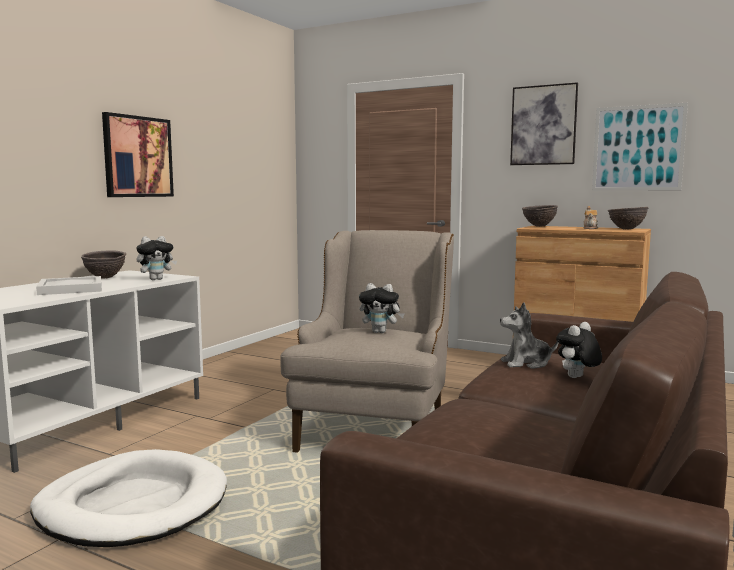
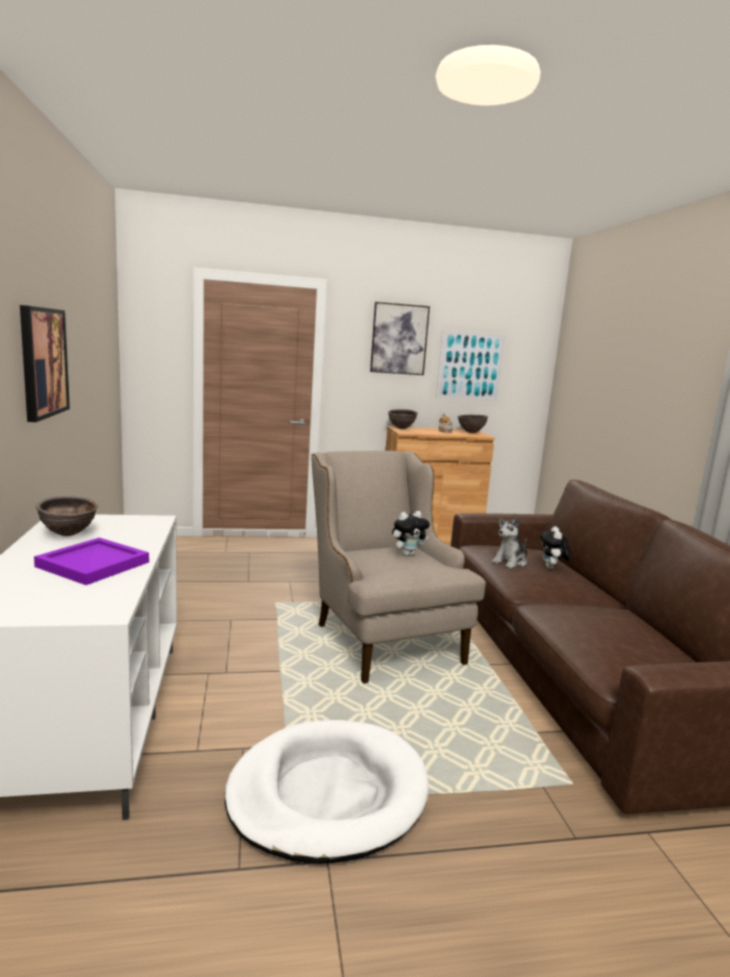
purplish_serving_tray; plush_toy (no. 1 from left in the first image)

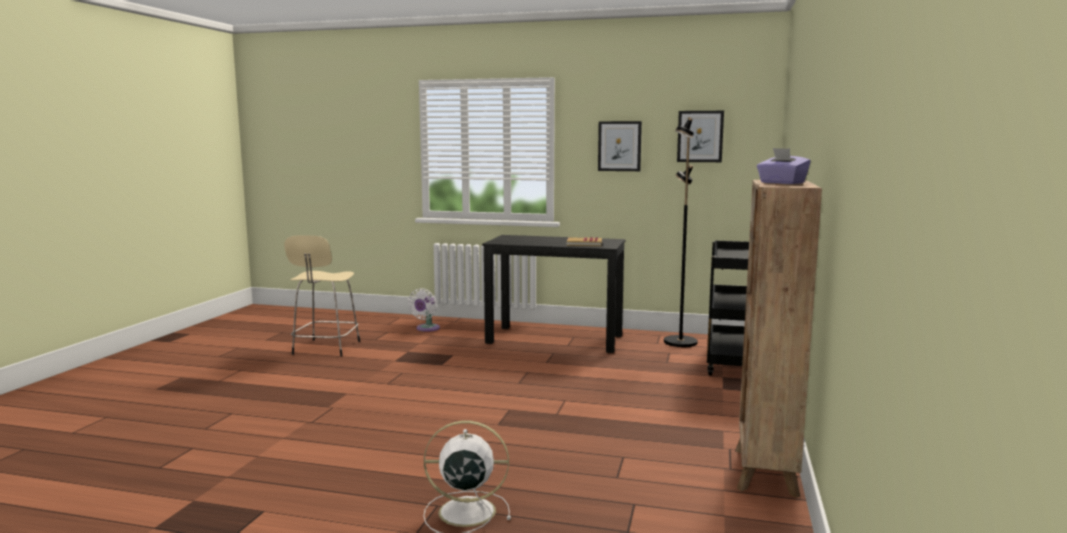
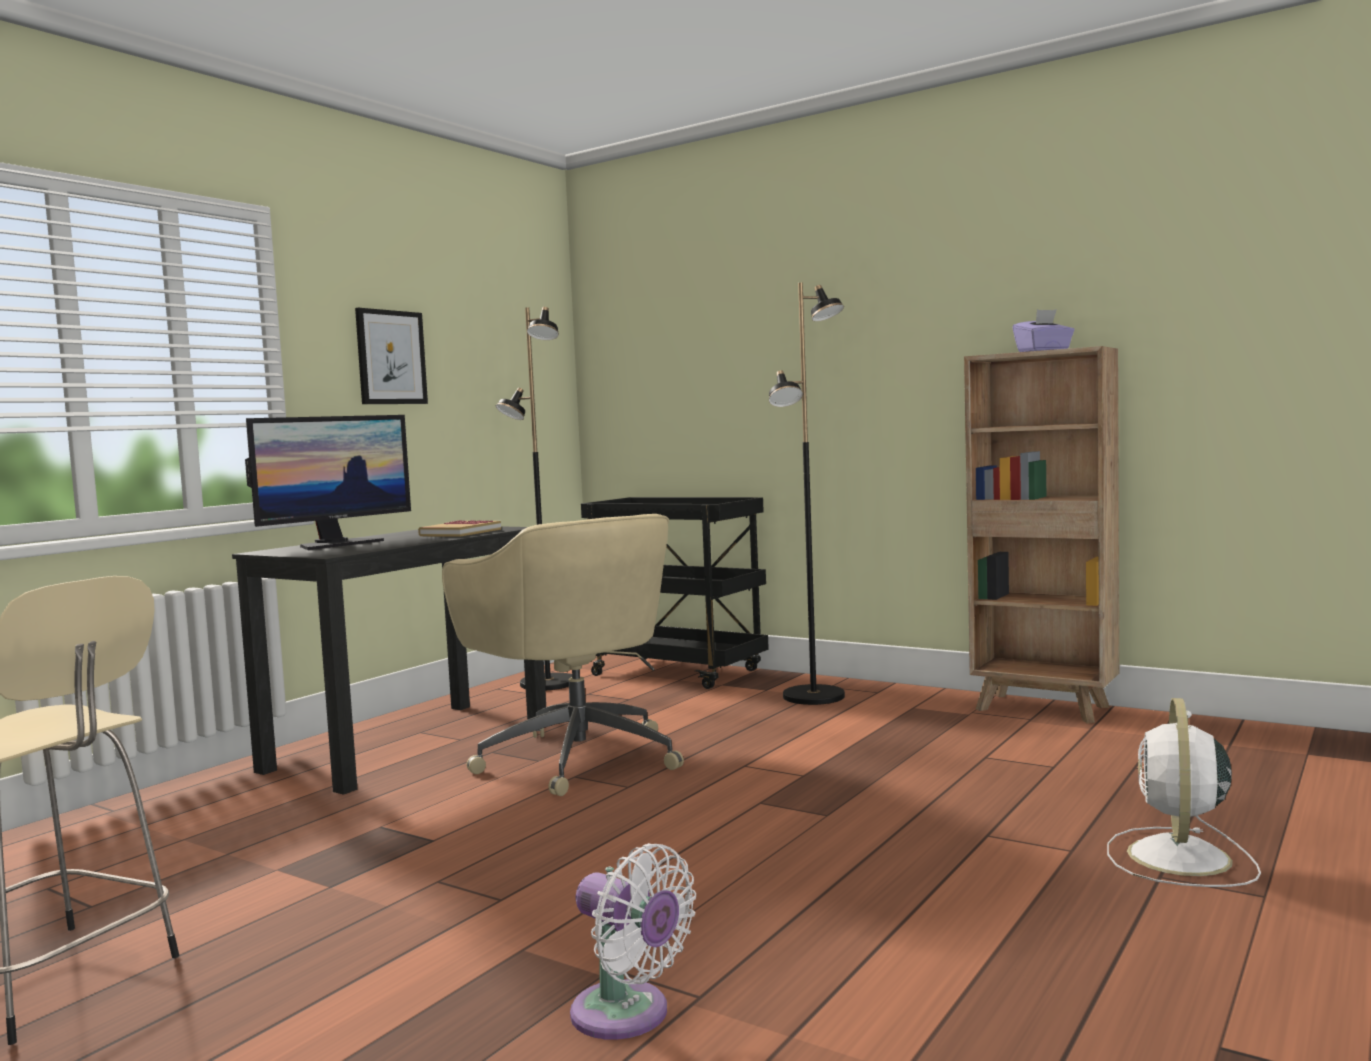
white-coloured_electric_fan (no. 1 from left); picture (no. 2 from left in the first image); computer_display; beige_computer_chair; blackish_floor_lamp (no. 2 from left)

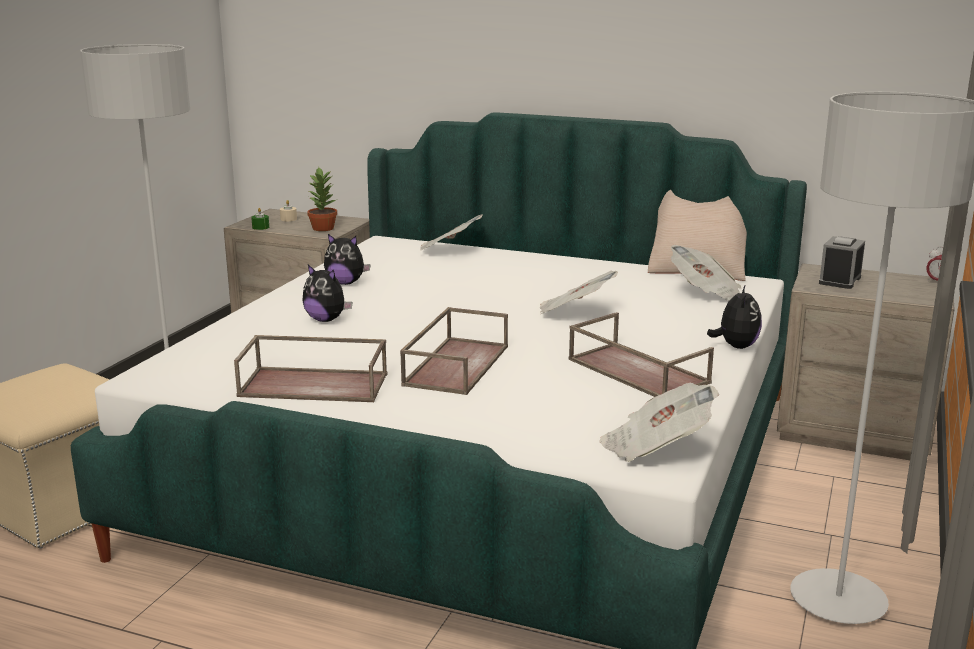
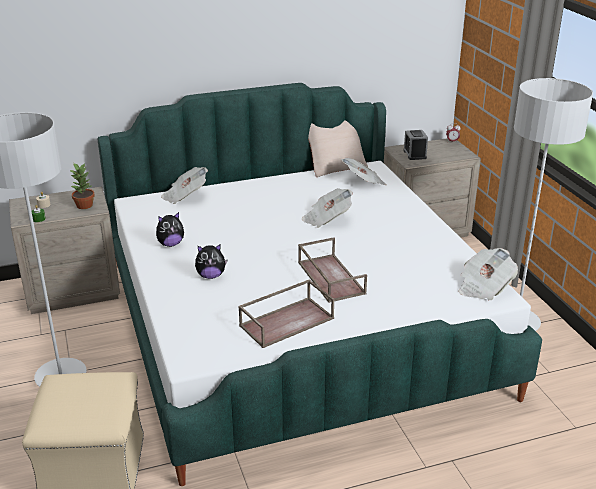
brownish_serving_tray (no. 3 from left in the first image); plush_toy (no. 3 from left in the first image)

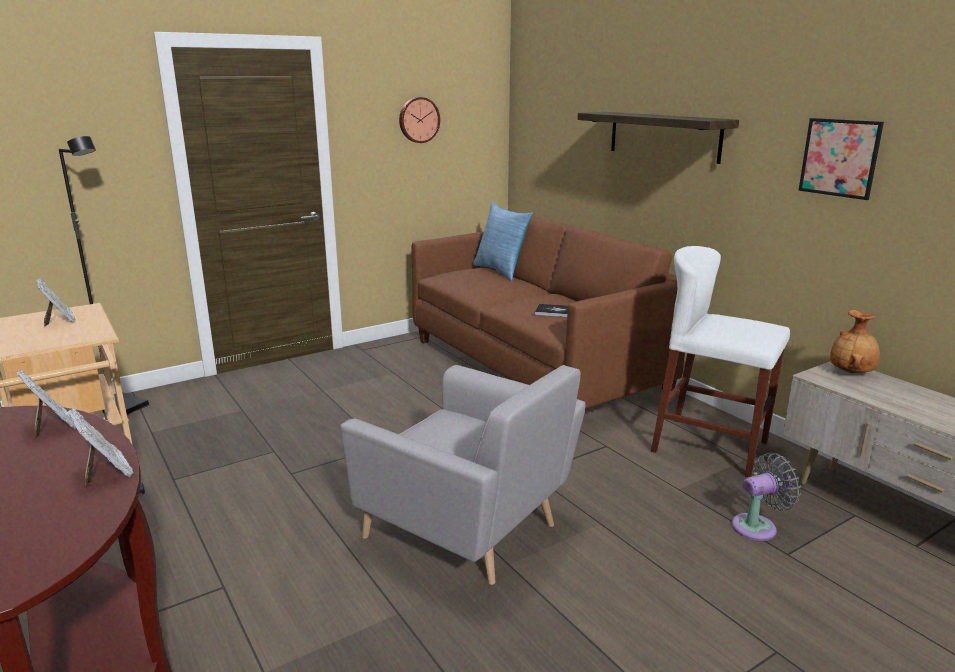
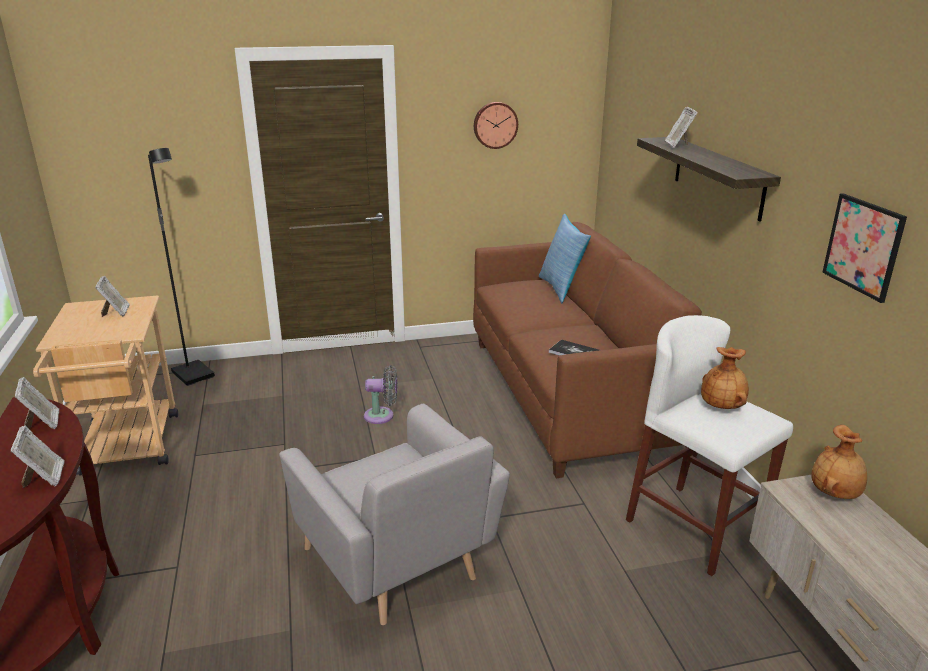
grey_electric_fan; picture_frame (no. 4 from left); brownish_vase (no. 1 from left)

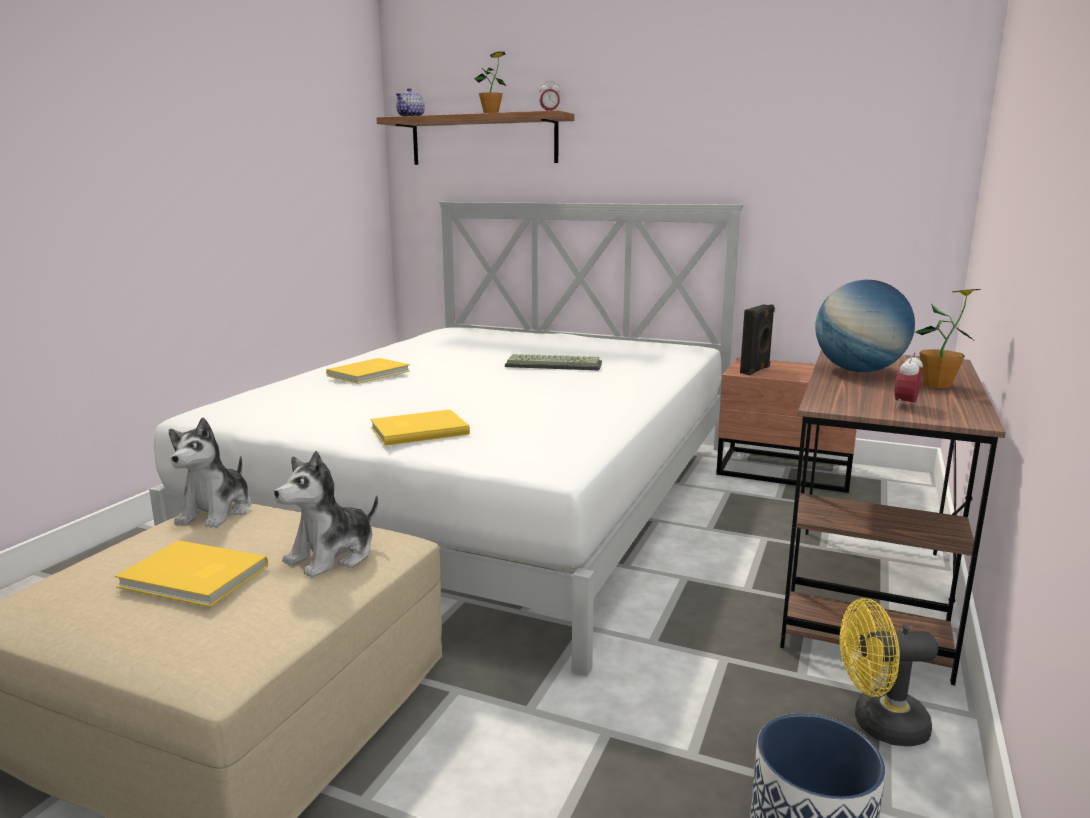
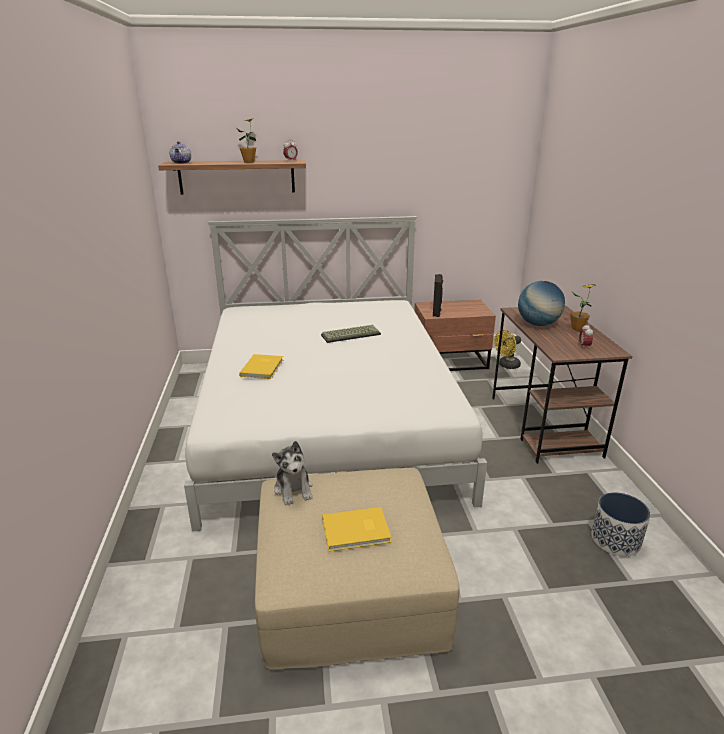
plush_toy (no. 2 from left in the first image); yellowish_volume (no. 3 from left in the first image); yellowish_electric_fan

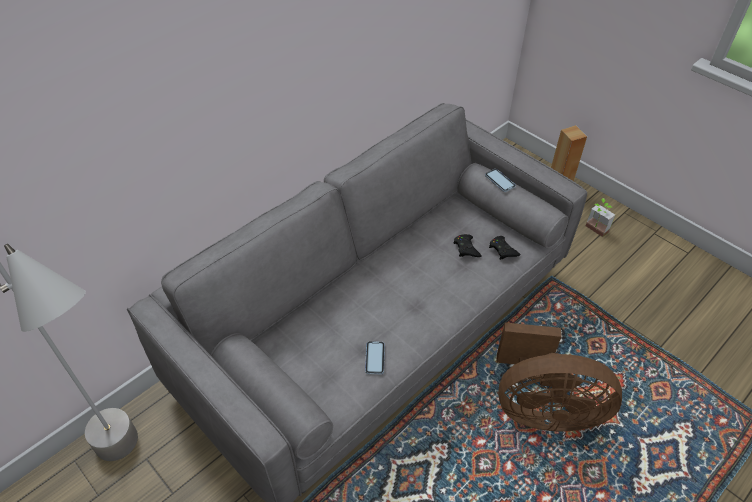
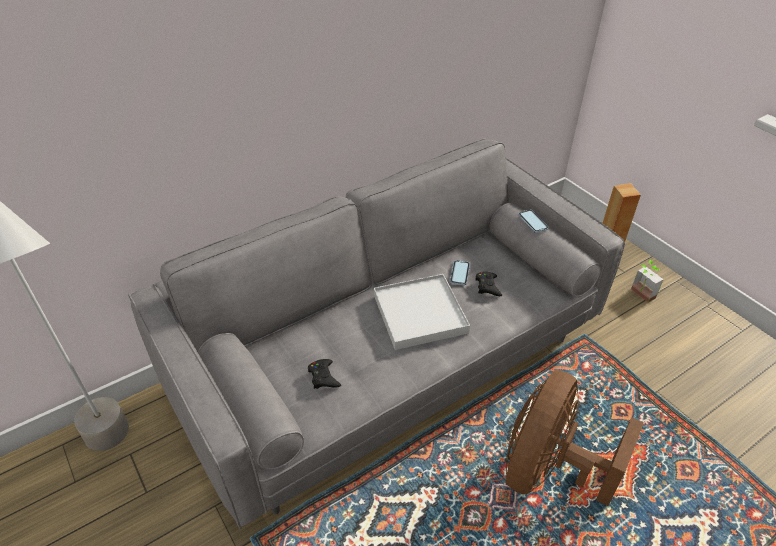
handset (no. 1 from left); blackish_game_controller (no. 1 from left); brownish_electric_fan; white-coloured_serving_tray

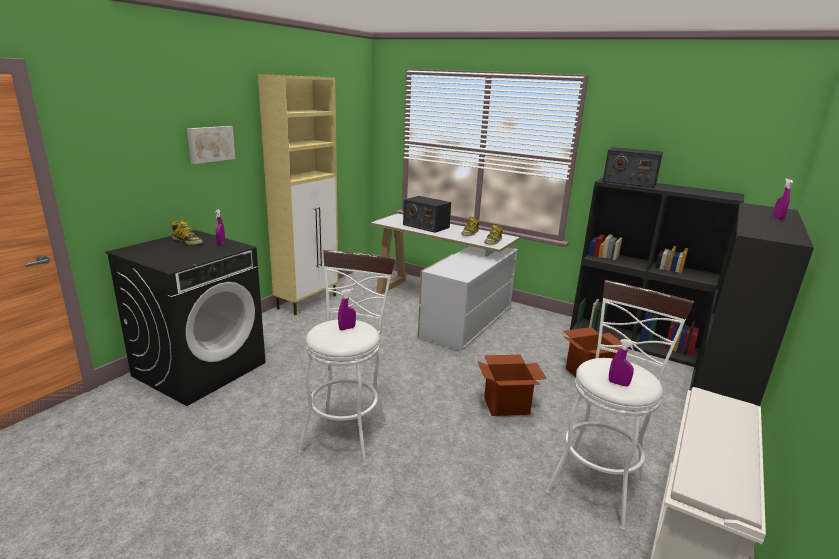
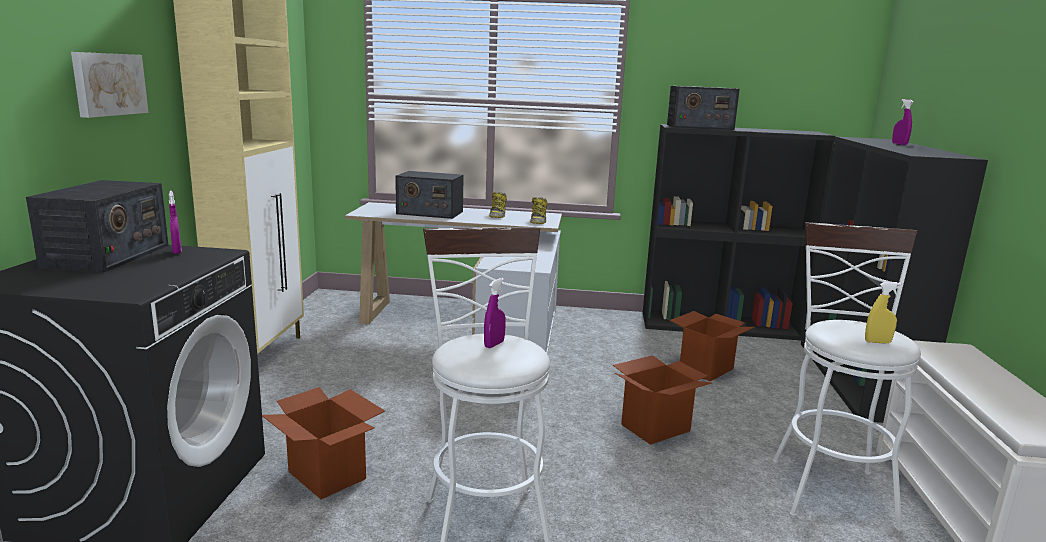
radio_set (no. 1 from left); yellowish_spray_bottle; carton (no. 1 from left)

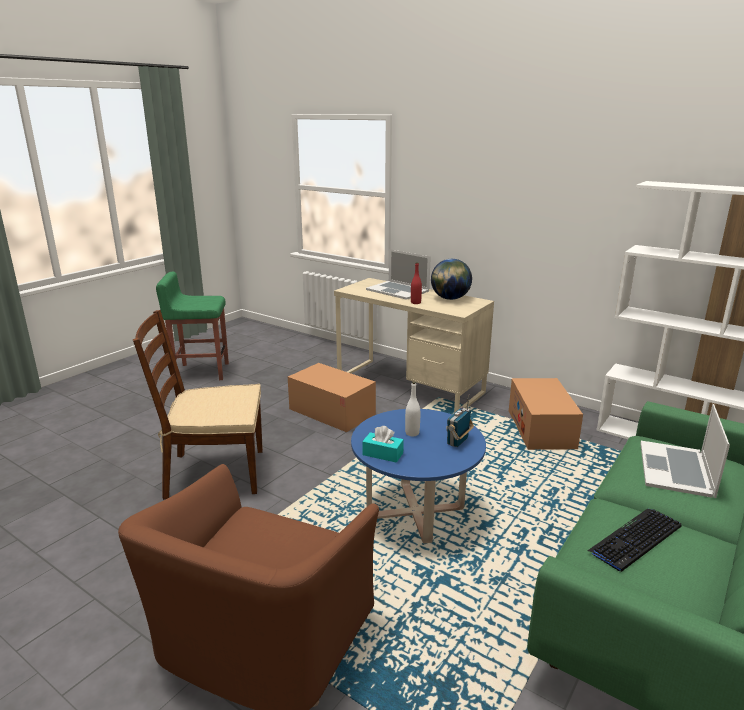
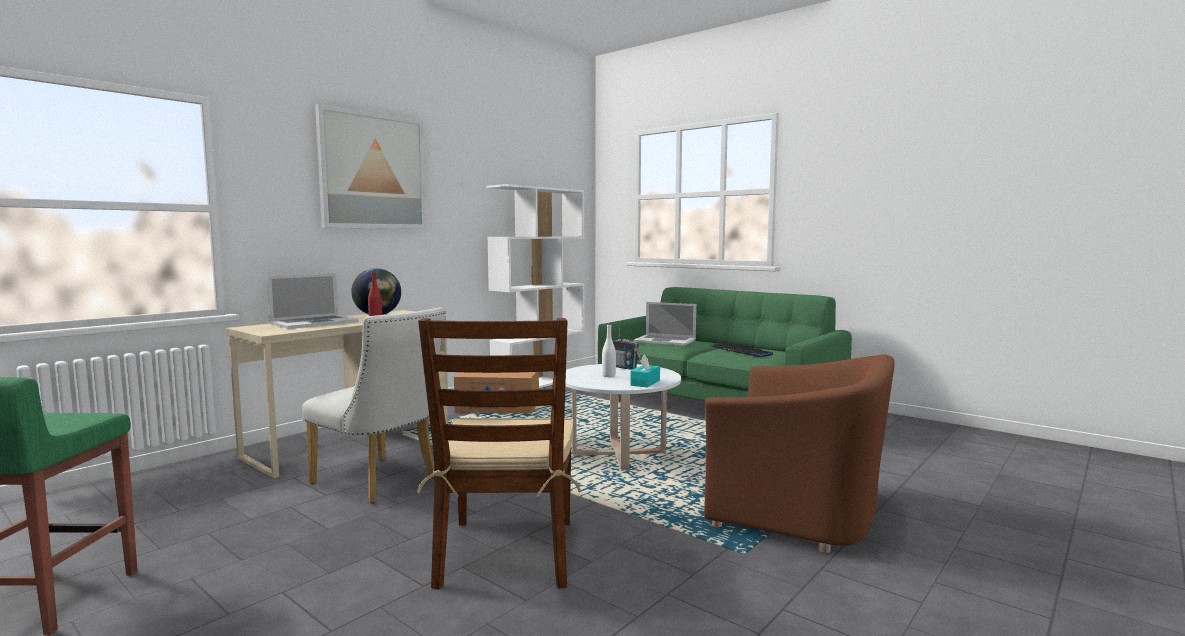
white-coloured_plain_chair; white-coloured_low_table; picture

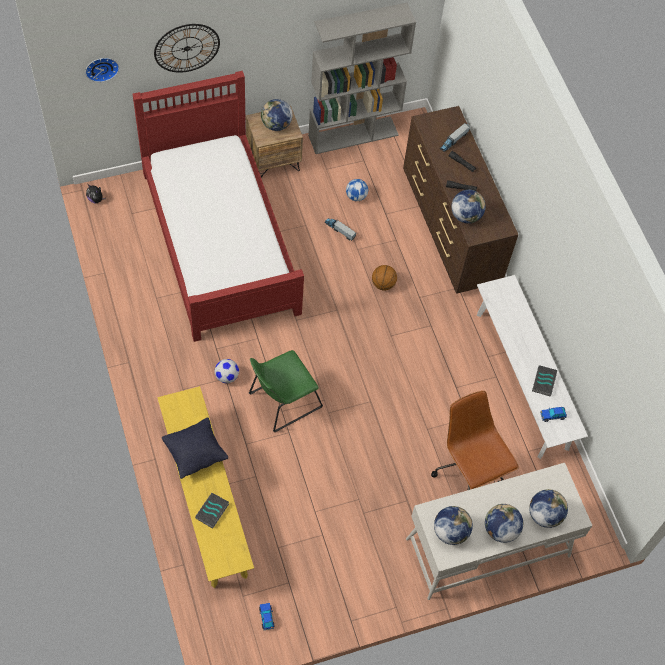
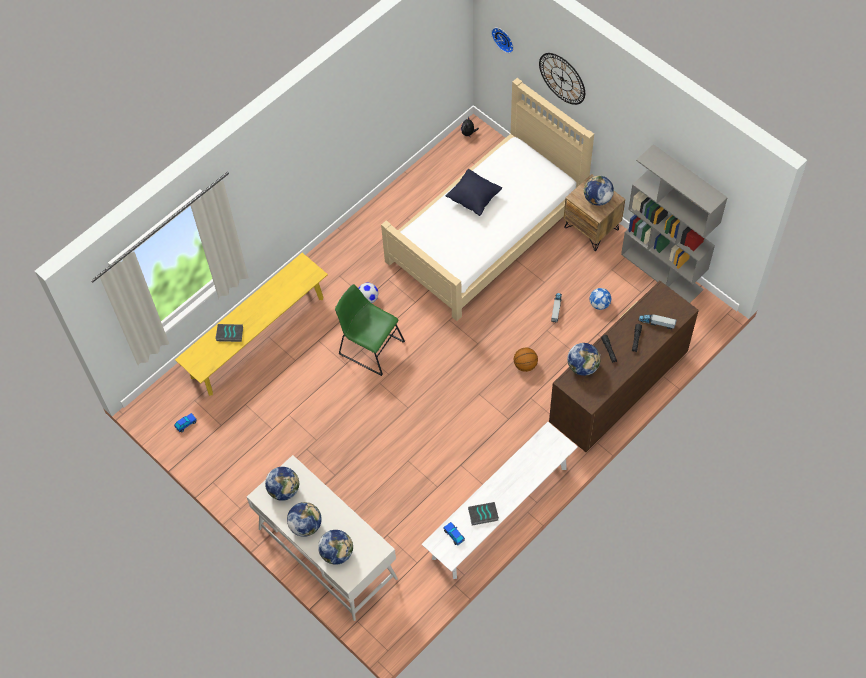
beige_bedroom_bed; blackish_cushion; brownish_computer_chair

